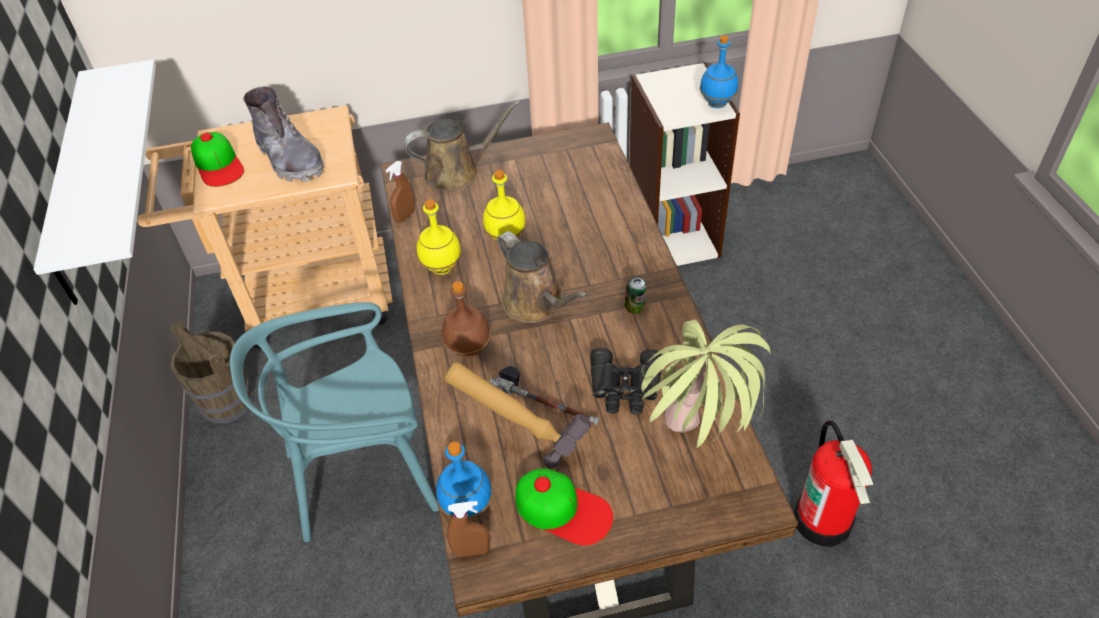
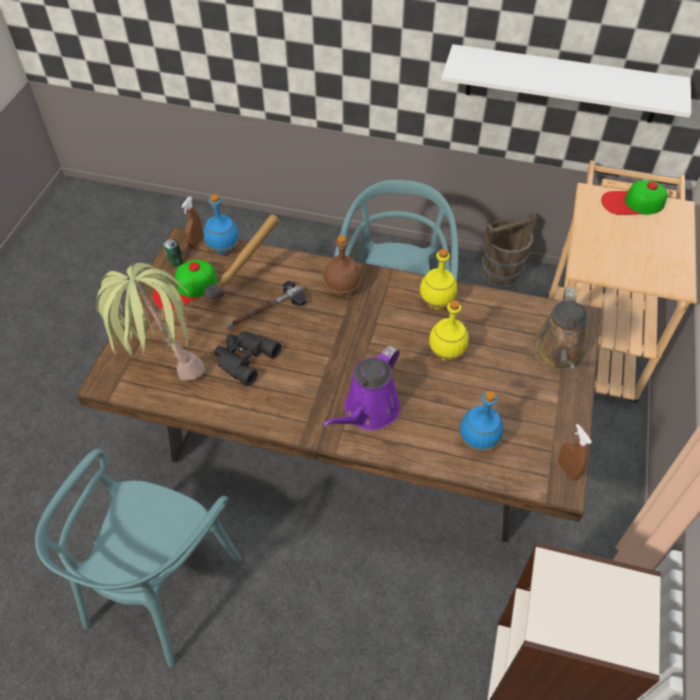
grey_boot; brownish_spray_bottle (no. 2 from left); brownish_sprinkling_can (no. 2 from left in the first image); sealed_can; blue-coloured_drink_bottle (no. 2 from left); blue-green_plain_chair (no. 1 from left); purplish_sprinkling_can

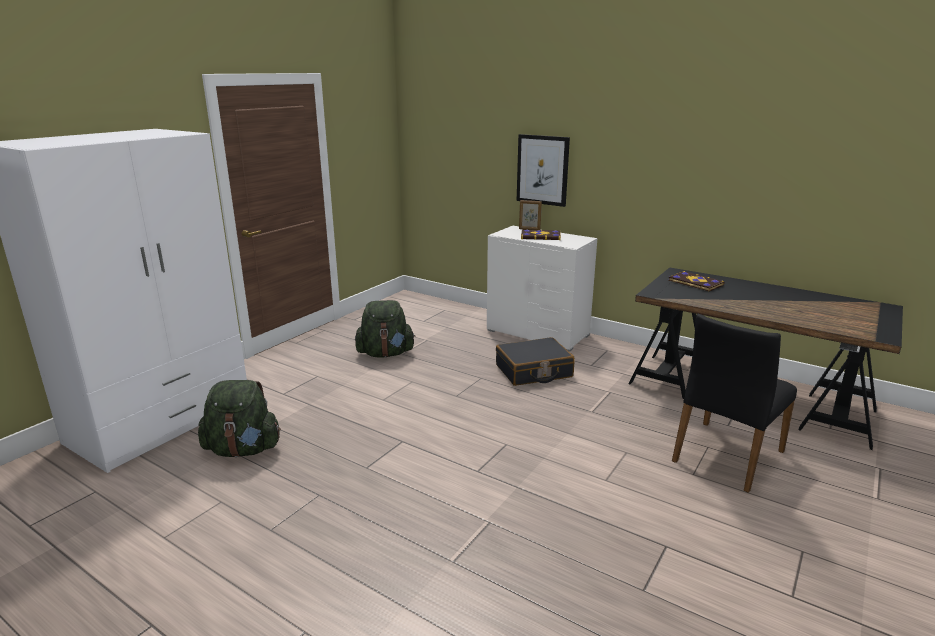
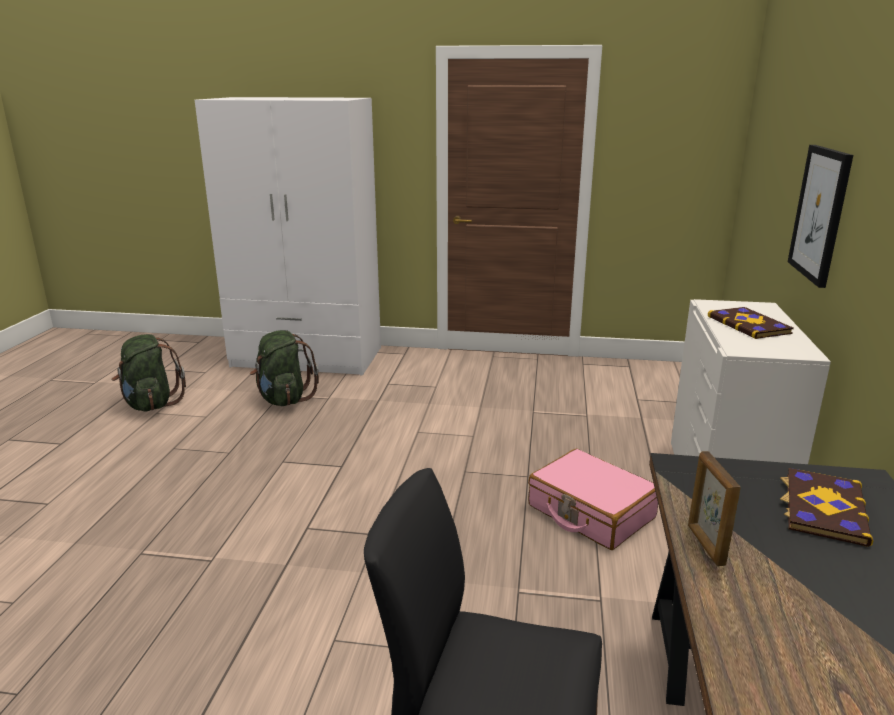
green_backpack (no. 1 from left); pink-coloured_travel_case; picture_frame

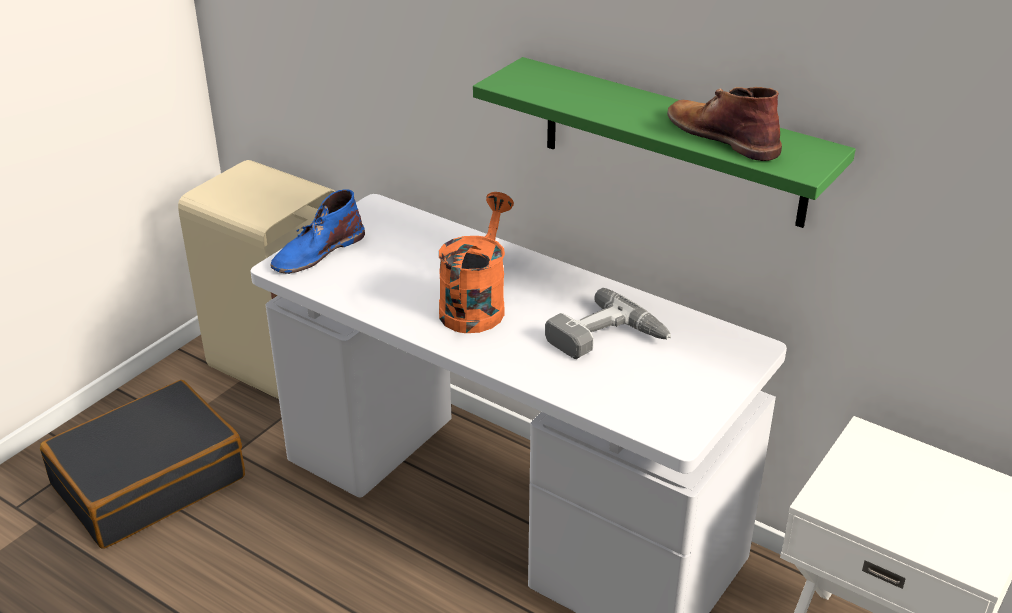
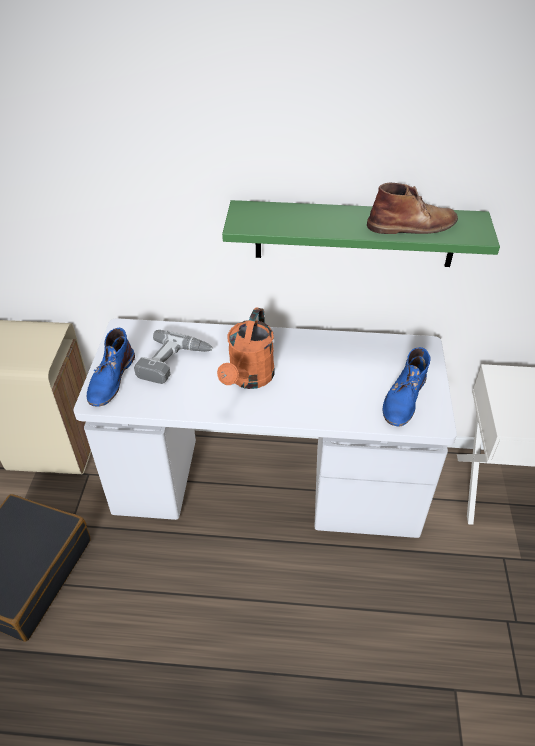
orange_sprinkling_can; electric_drill; brownish_boot; blue-coloured_boot (no. 2 from left)

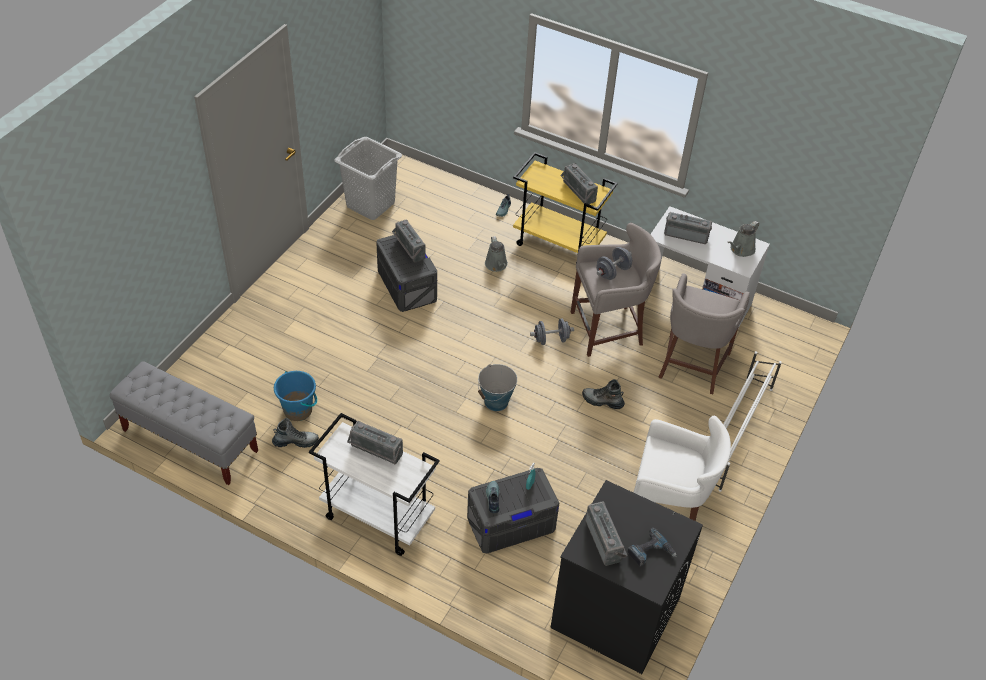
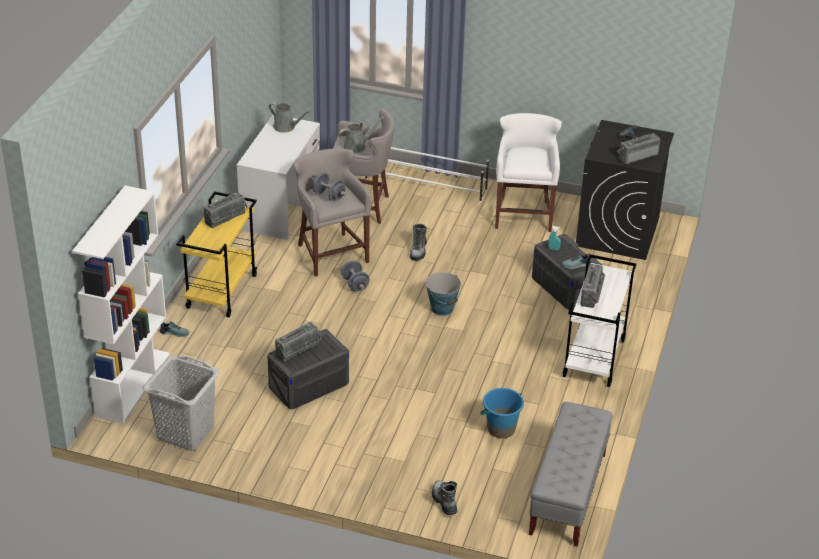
boot (no. 2 from left); grey_sprinkling_can (no. 2 from left); radio_set (no. 5 from left in the first image); white-coloured_bookcase

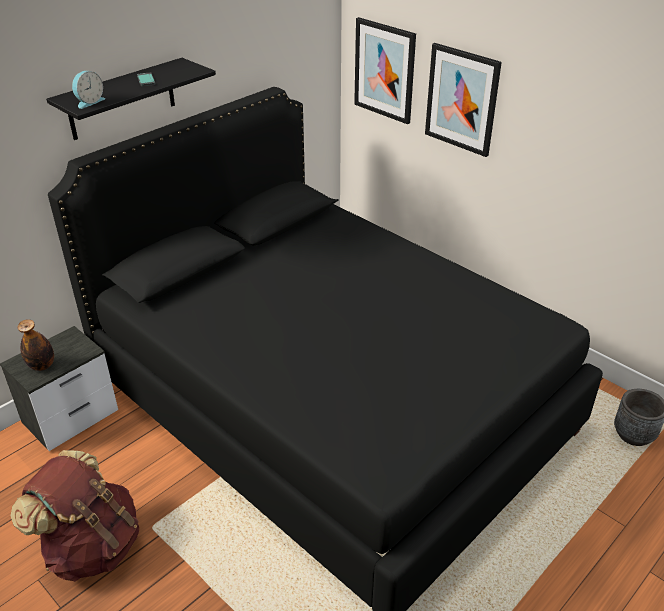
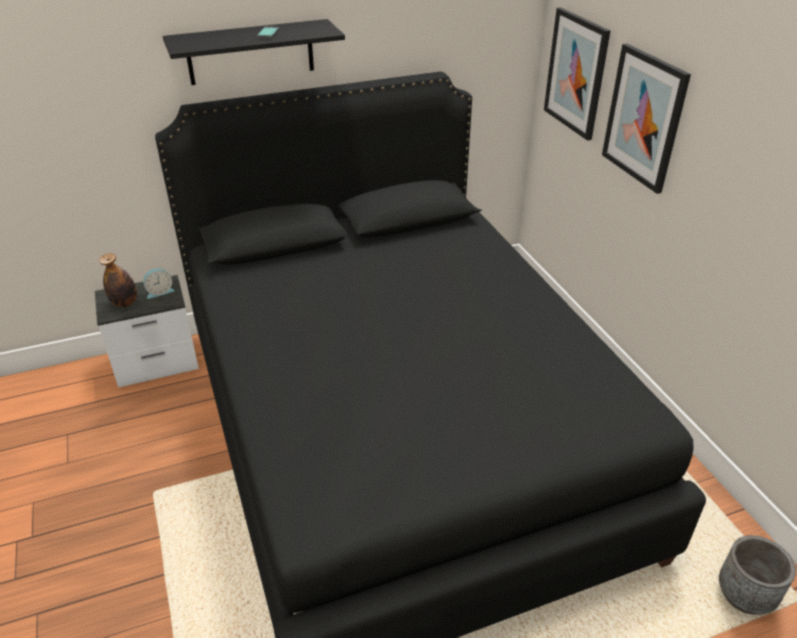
brownish_backpack; bedside_clock

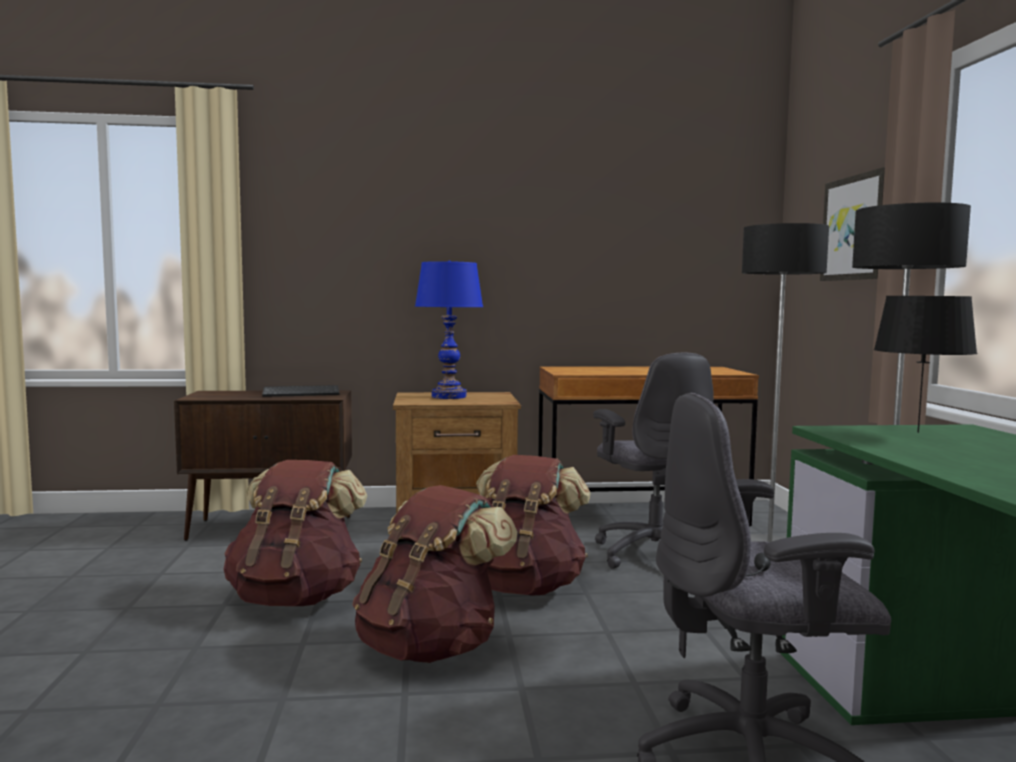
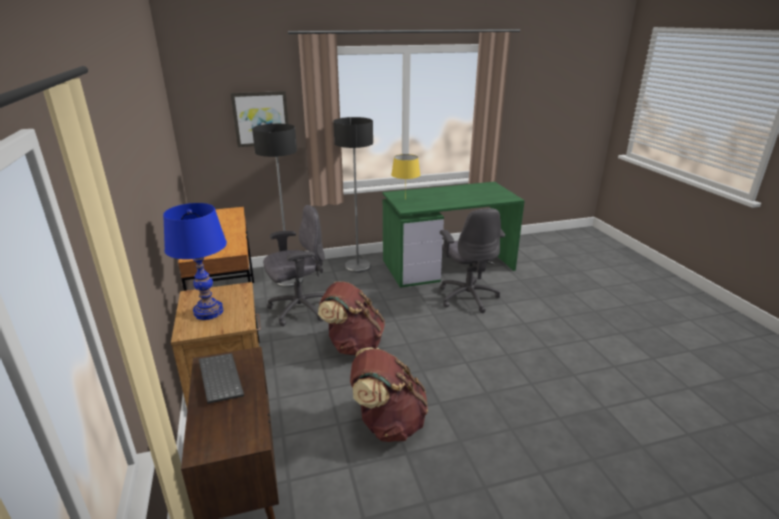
brownish_backpack (no. 2 from left in the first image); yellowish_lamp_for_a_table

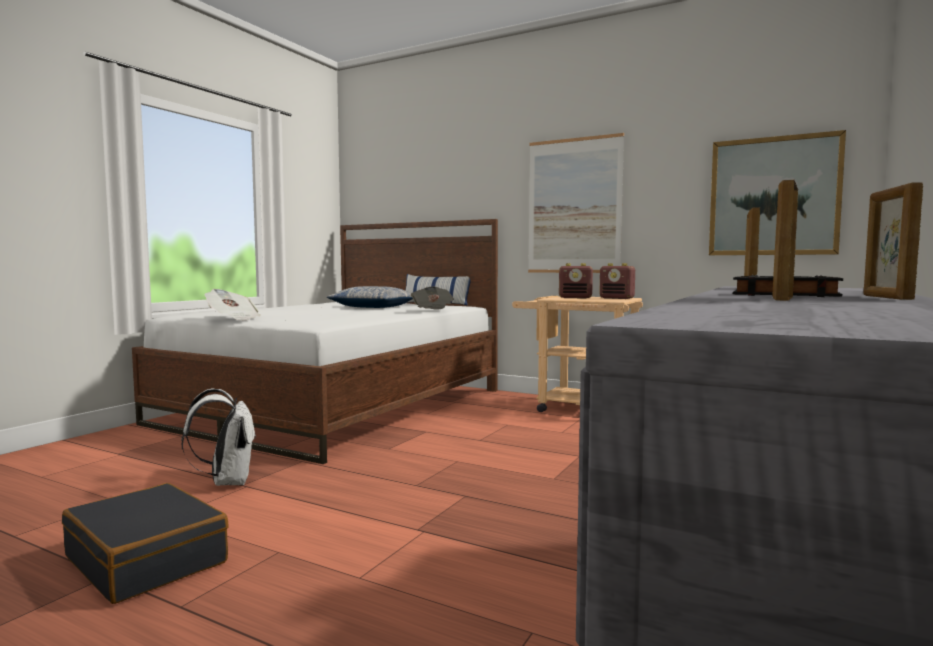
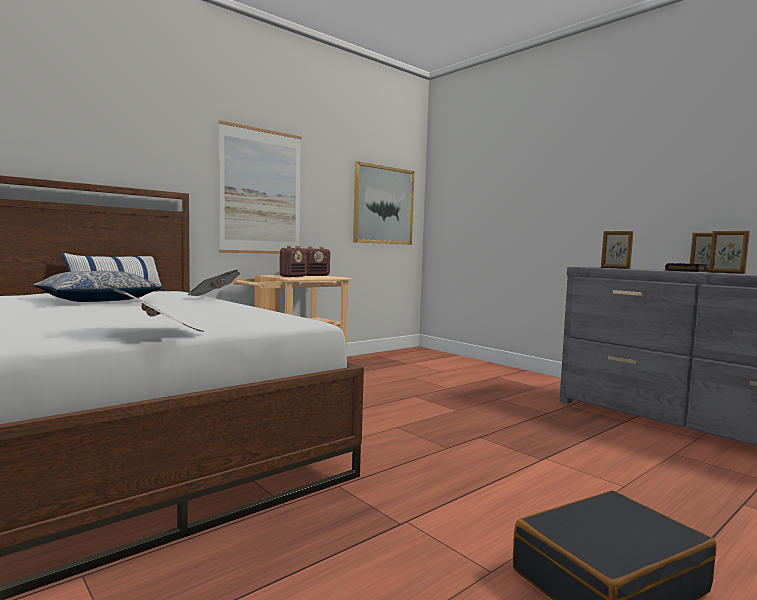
white-coloured_backpack

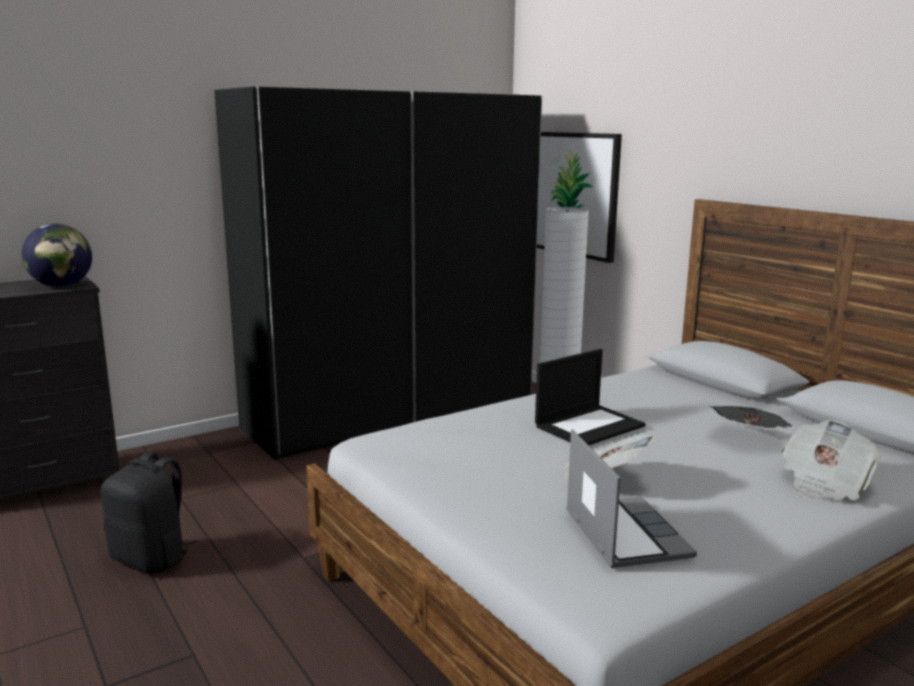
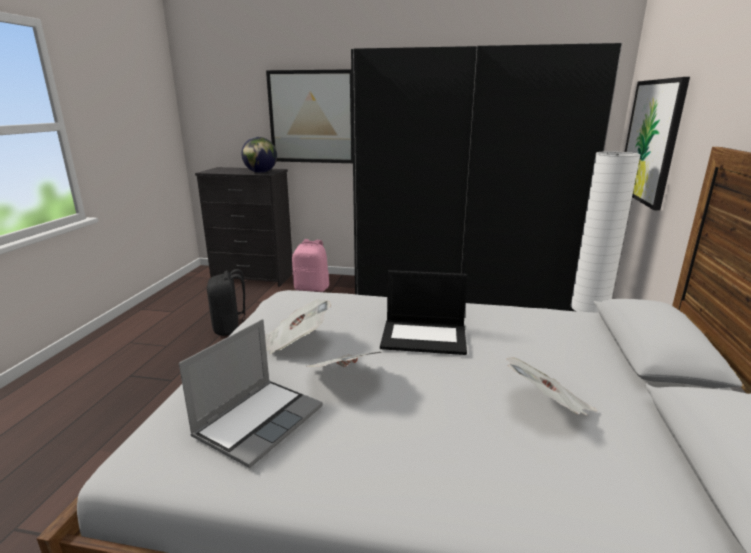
daily_paper (no. 1 from left); picture (no. 1 from left); pink-coloured_backpack

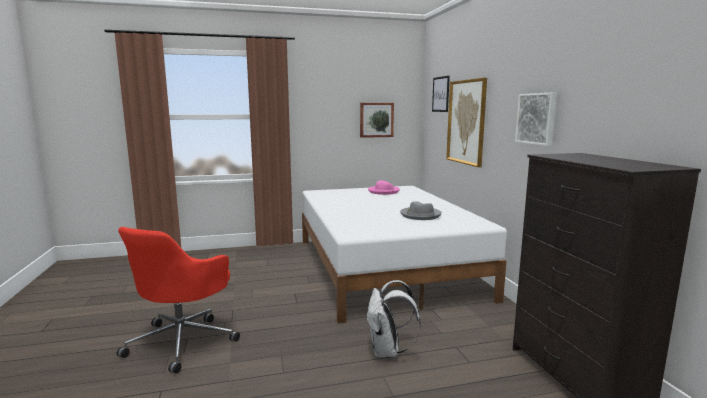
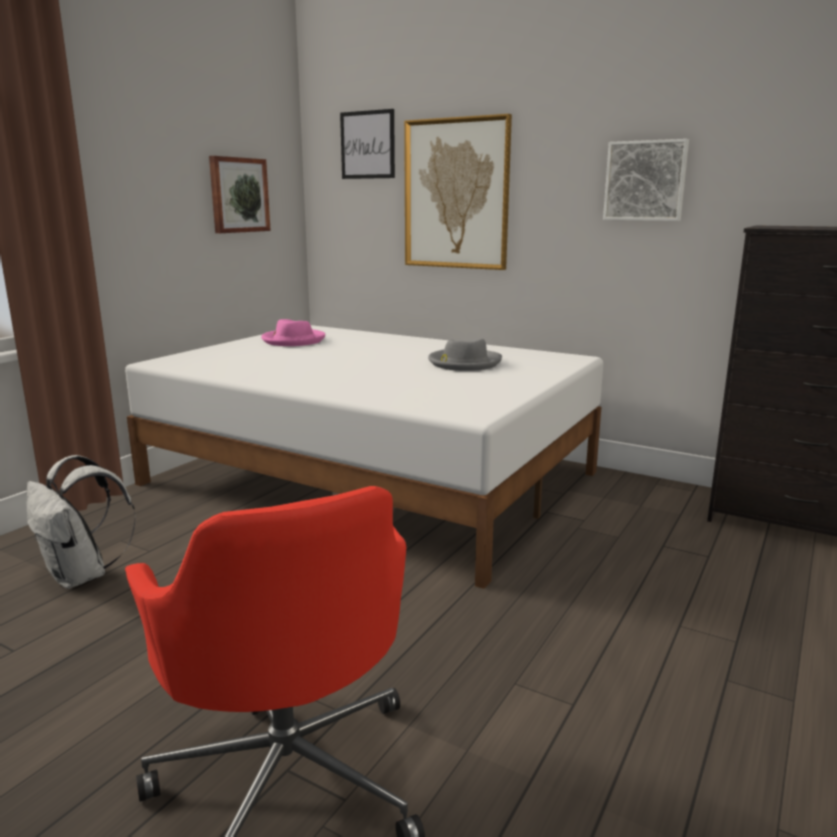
white-coloured_backpack

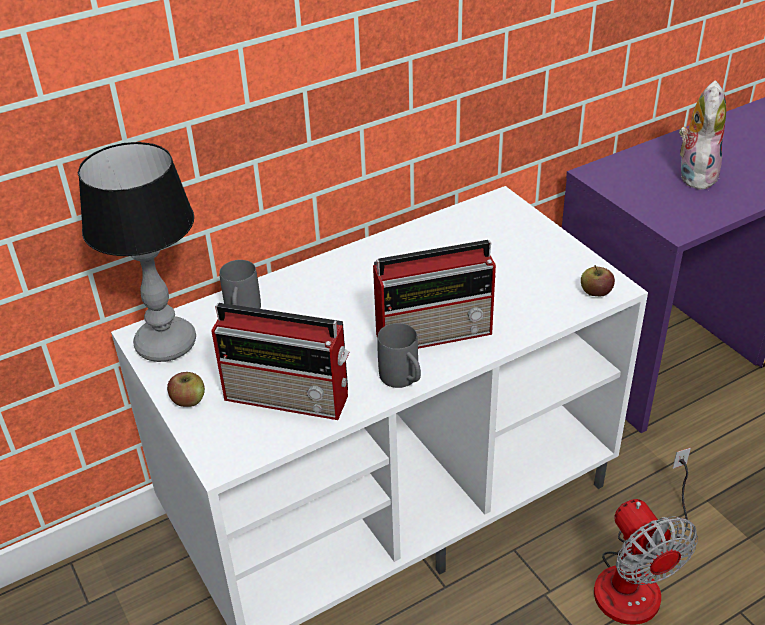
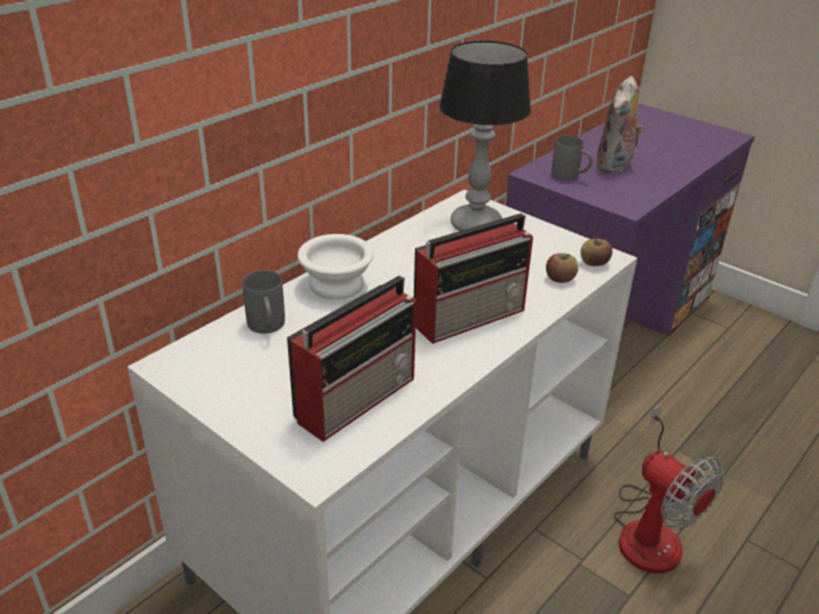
lamp_for_a_table; apple_fruit (no. 1 from left); radio_set (no. 1 from left); grey_coffee_mug (no. 2 from left); plush_toy; white-coloured_bowl

